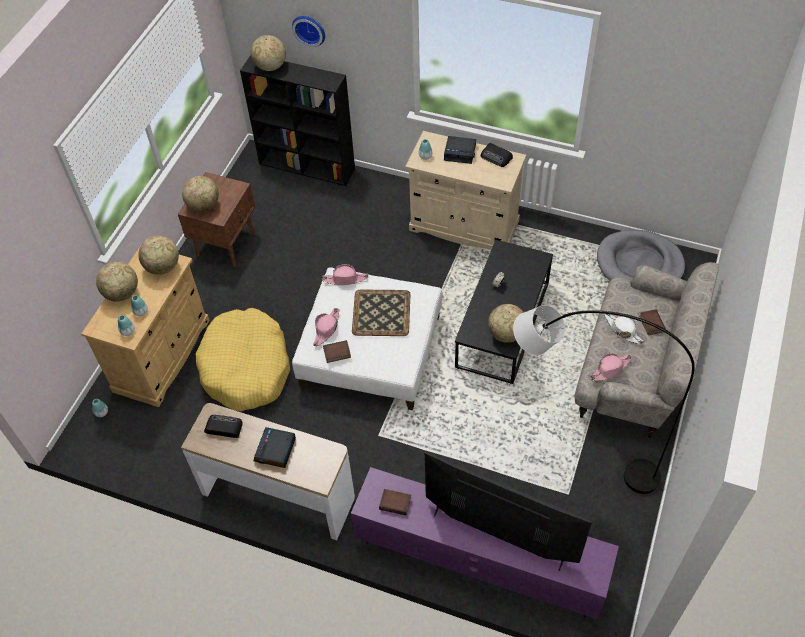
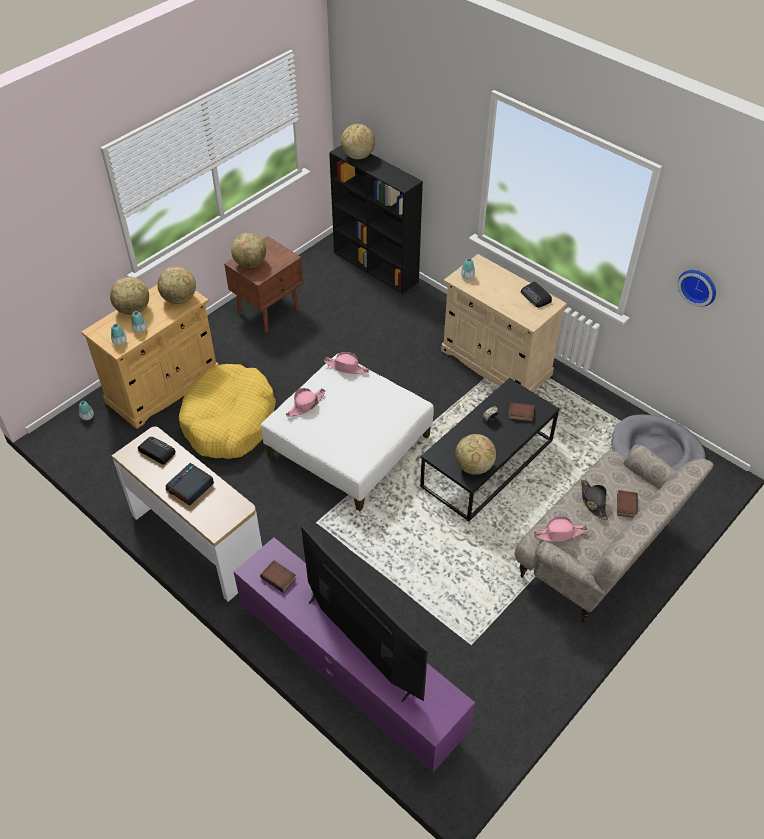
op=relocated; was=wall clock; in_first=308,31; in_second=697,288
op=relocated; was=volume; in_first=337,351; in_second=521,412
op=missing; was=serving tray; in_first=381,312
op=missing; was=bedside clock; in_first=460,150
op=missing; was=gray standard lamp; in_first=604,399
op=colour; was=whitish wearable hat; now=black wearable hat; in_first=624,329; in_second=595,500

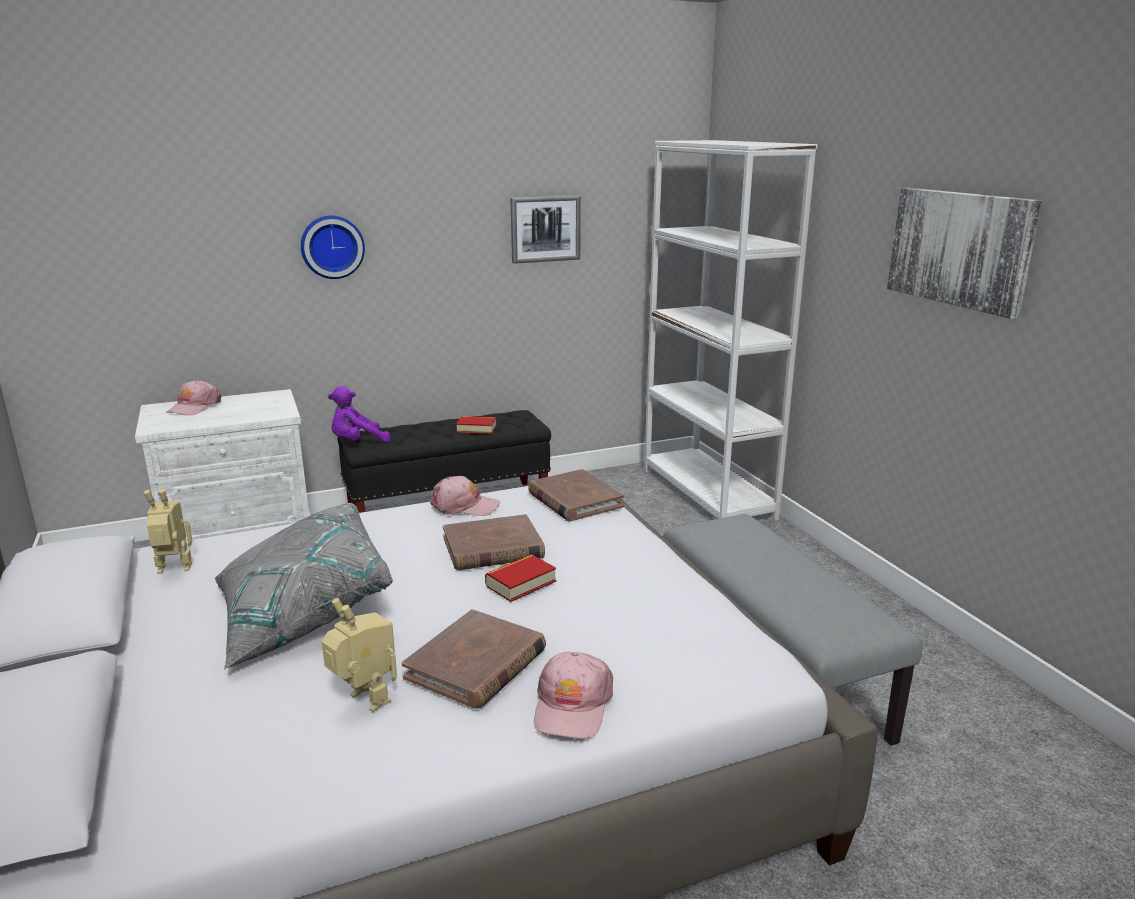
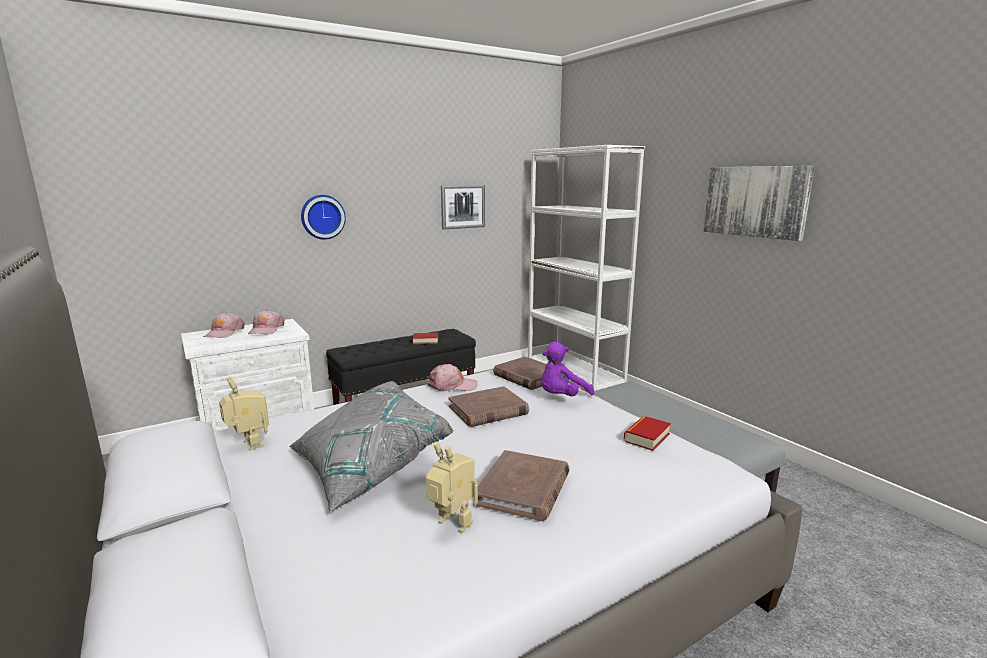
op=spun; was=robot figure; in_first=168,531; in_second=244,414; clockwise=75
op=relocated; was=purple soft toy; in_first=359,414; in_second=567,369
op=relocated; was=volume; in_first=520,578; in_second=647,433
op=relocated; was=pinkish cap; in_first=573,695; in_second=266,322

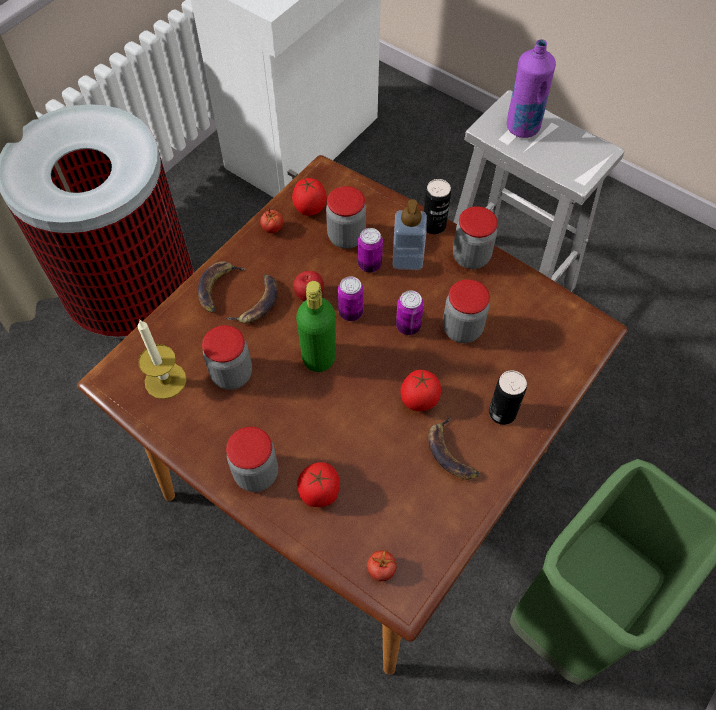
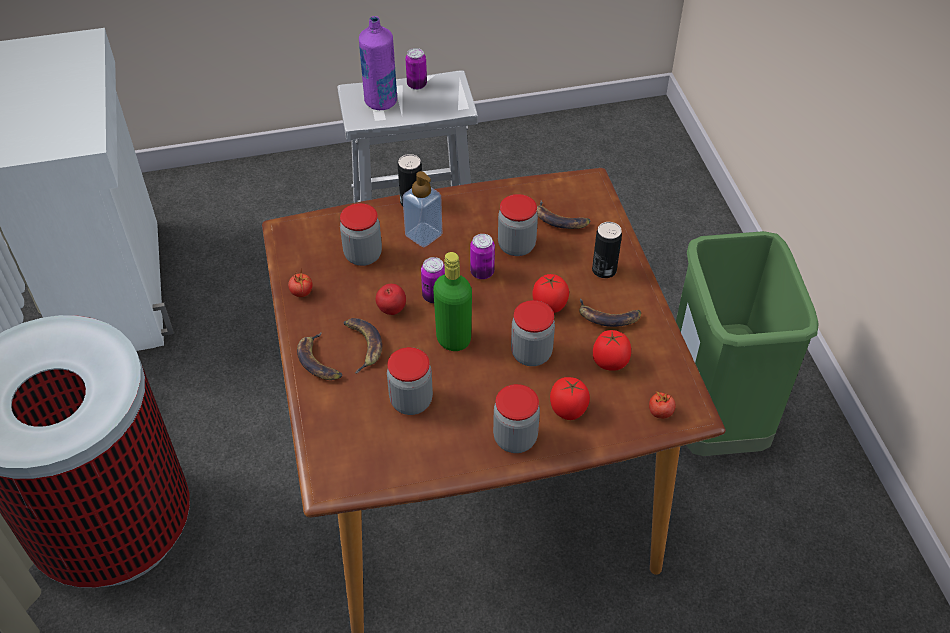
op=missing; was=wax light; in_first=162,359
op=relocated; was=fresh tomato; in_first=309,197; in_second=612,350
op=relocated; was=sealed can; in_first=370,250; in_second=416,69
op=relocated; was=jar; in_first=475,237; in_second=533,333
op=appeared; now=banana; in_second=563,214

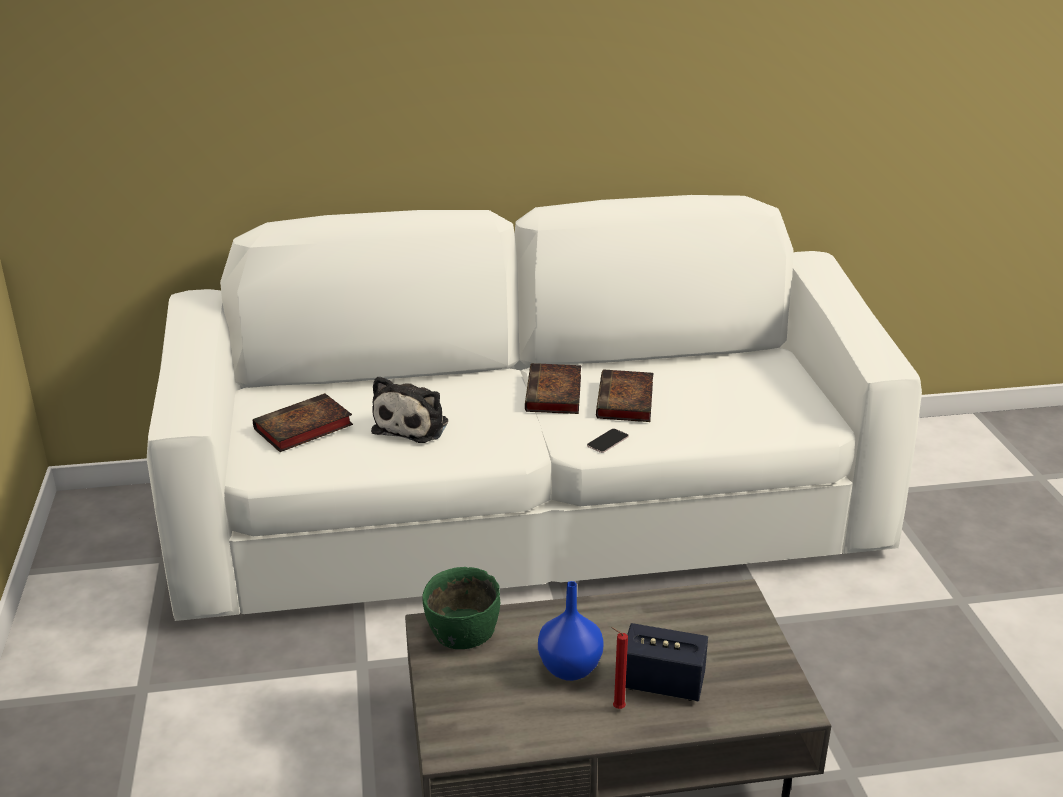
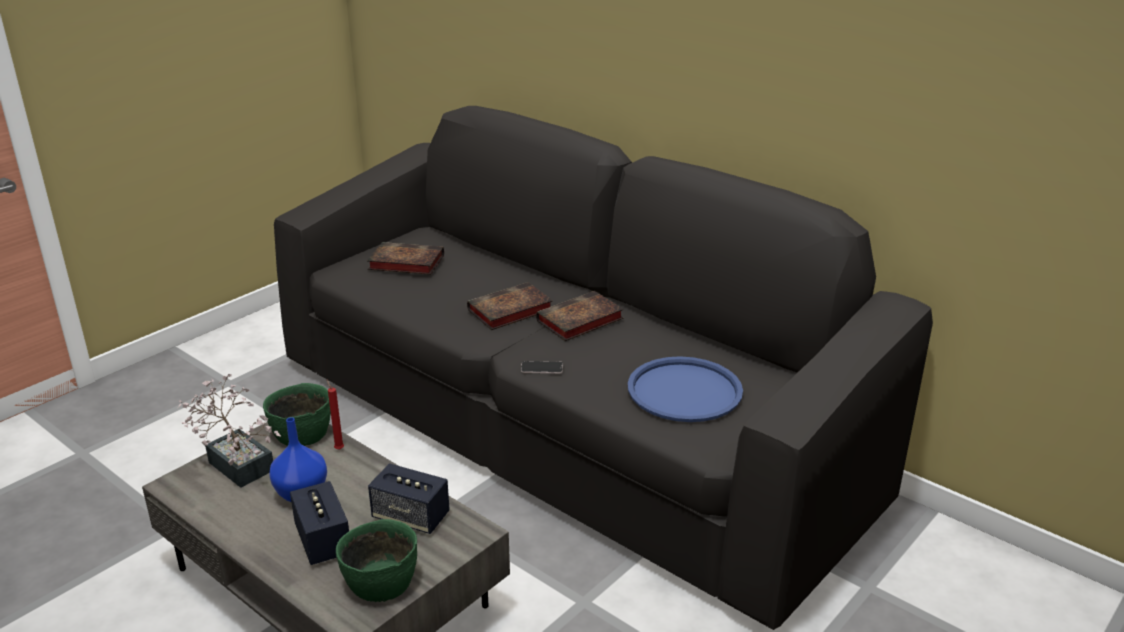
op=colour; was=whitish couch; now=black couch; in_first=534,408; in_second=603,368
op=missing; was=soft toy; in_first=409,409
op=relocated; was=volume; in_first=624,395; in_second=510,306
op=relocated; was=reddish wax light; in_first=619,668; in_second=335,414
op=appeared; now=potted plant; in_second=229,431
op=appeared; now=green bowl; in_second=376,560
op=appeared; now=audio speaker; in_second=409,498
op=appeared; now=bluish serving tray; in_second=685,389

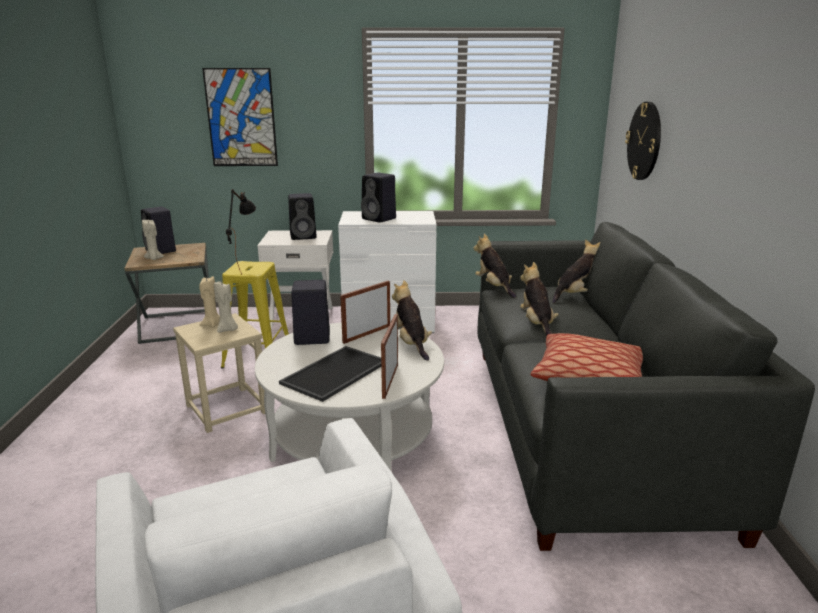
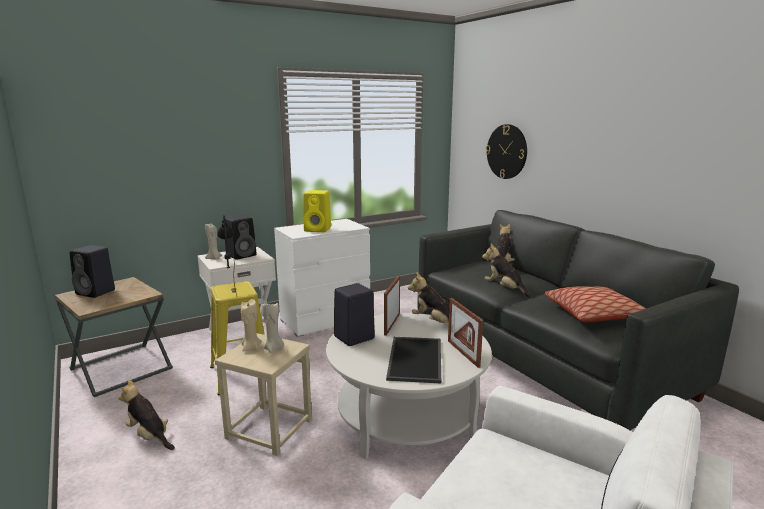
op=relocated; was=sand-coloured wax light; in_first=153,240; in_second=213,241
op=missing; was=wall picture; in_first=240,117
op=colour; was=black audio speaker; now=yellow audio speaker; in_first=378,198; in_second=317,211
op=relocated; was=soft toy; in_first=494,266; in_second=146,415

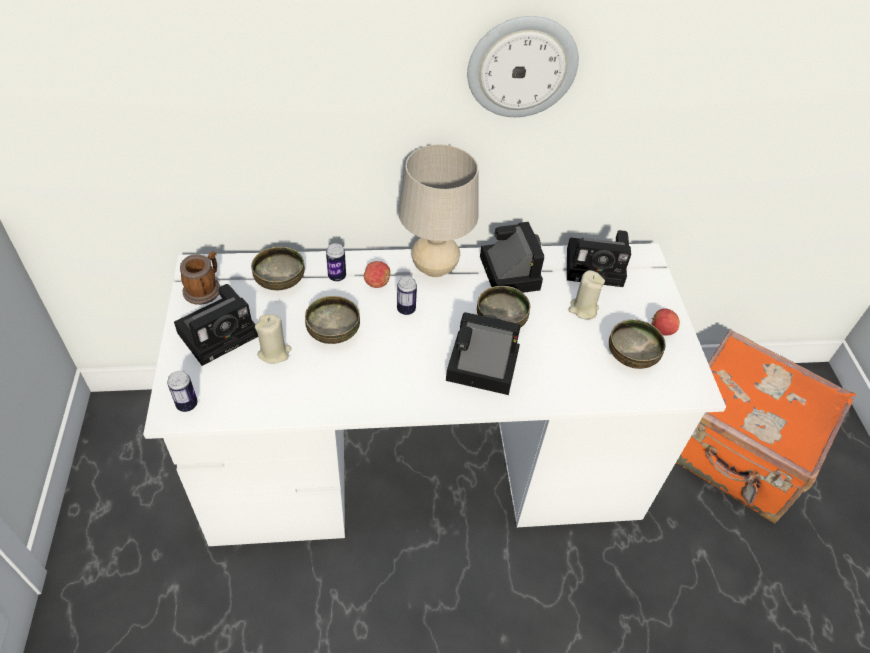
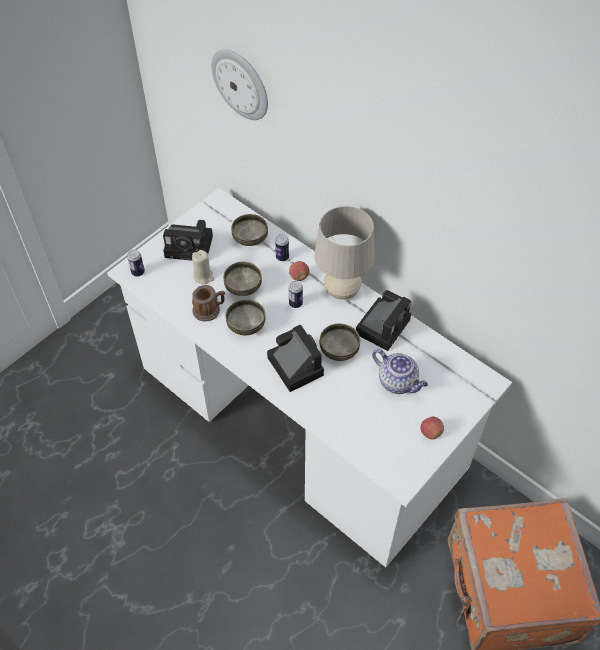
op=relocated; was=tea mug; in_first=200,278; in_second=208,303
op=relocated; was=wall clock; in_first=523,66; in_second=239,84
op=missing; was=photo camera; in_first=599,258
op=exchanged; was=sand-coloured wax light; now=teapot; in_first=586,294; in_second=400,371
op=relocated; was=bowl; in_first=637,344; in_second=246,317

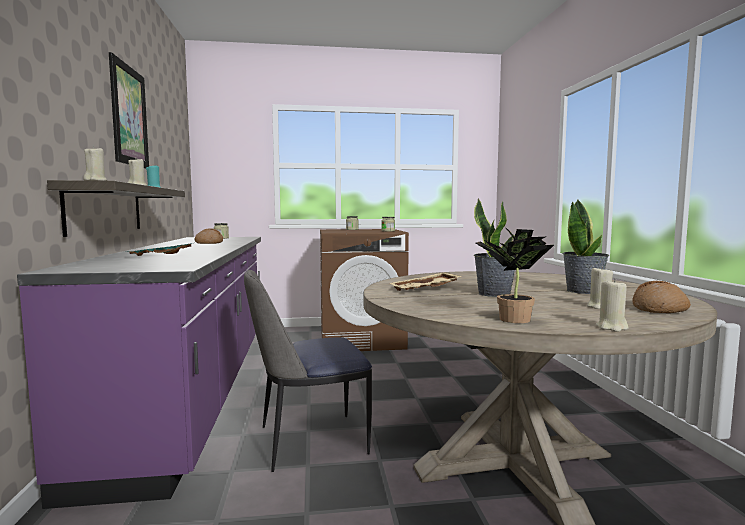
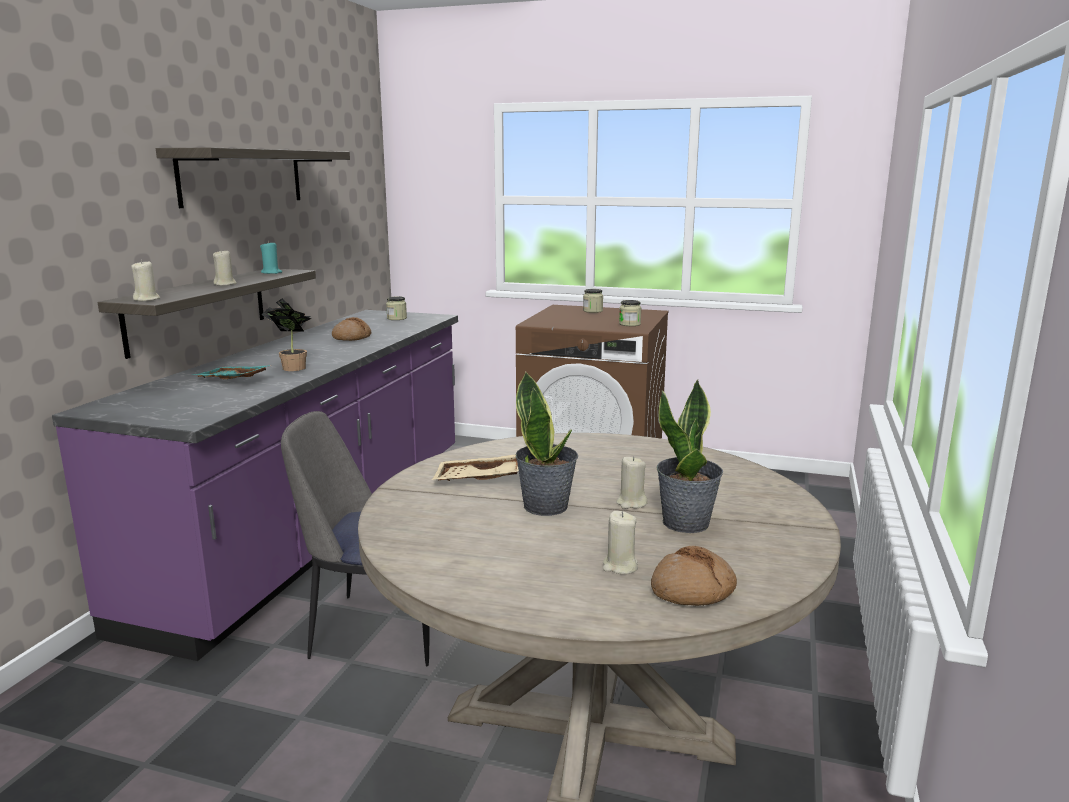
op=exchanged; was=wall picture; now=bracket shelf; in_first=129,110; in_second=253,177
op=relocated; was=potted plant; in_first=515,275; in_second=286,334
op=relocated; was=sand-coloured wax light; in_first=612,305; in_second=632,482

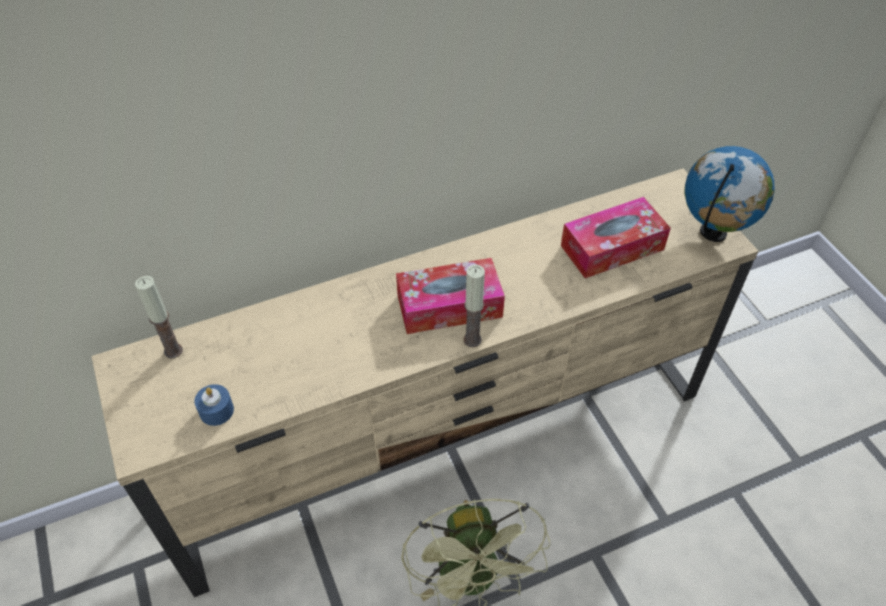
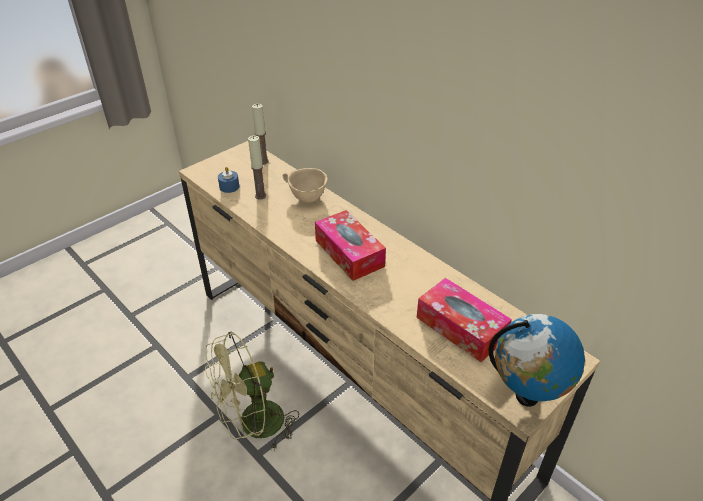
op=relocated; was=wax light; in_first=474,305; in_second=257,168
op=appeared; now=sand-coloured bowl; in_second=305,185

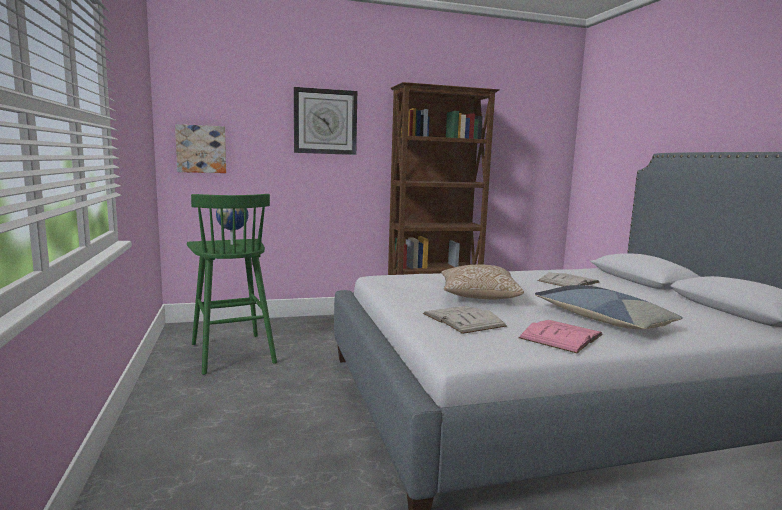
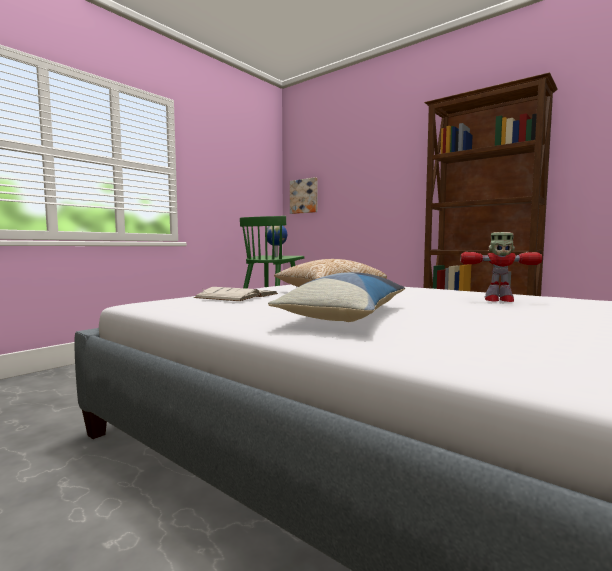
op=missing; was=wall clock; in_first=325,121
op=missing; was=pinkish volume; in_first=560,336
op=exchanged; was=whitish volume; now=robot figure; in_first=568,279; in_second=501,267

